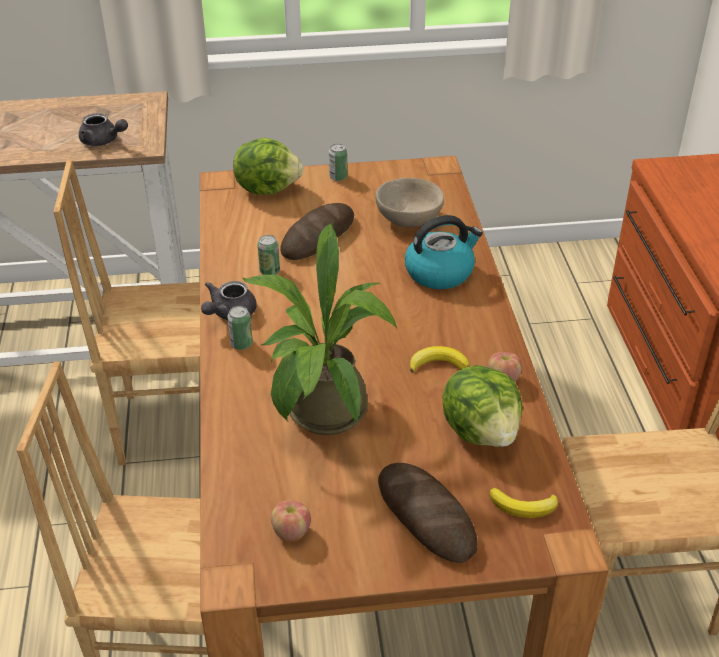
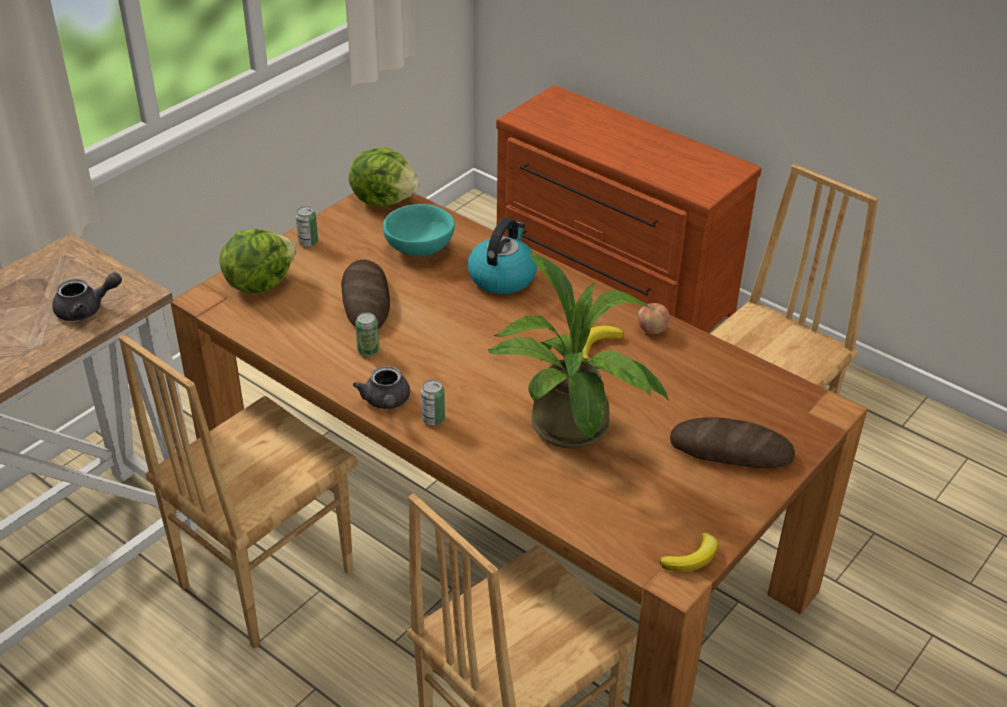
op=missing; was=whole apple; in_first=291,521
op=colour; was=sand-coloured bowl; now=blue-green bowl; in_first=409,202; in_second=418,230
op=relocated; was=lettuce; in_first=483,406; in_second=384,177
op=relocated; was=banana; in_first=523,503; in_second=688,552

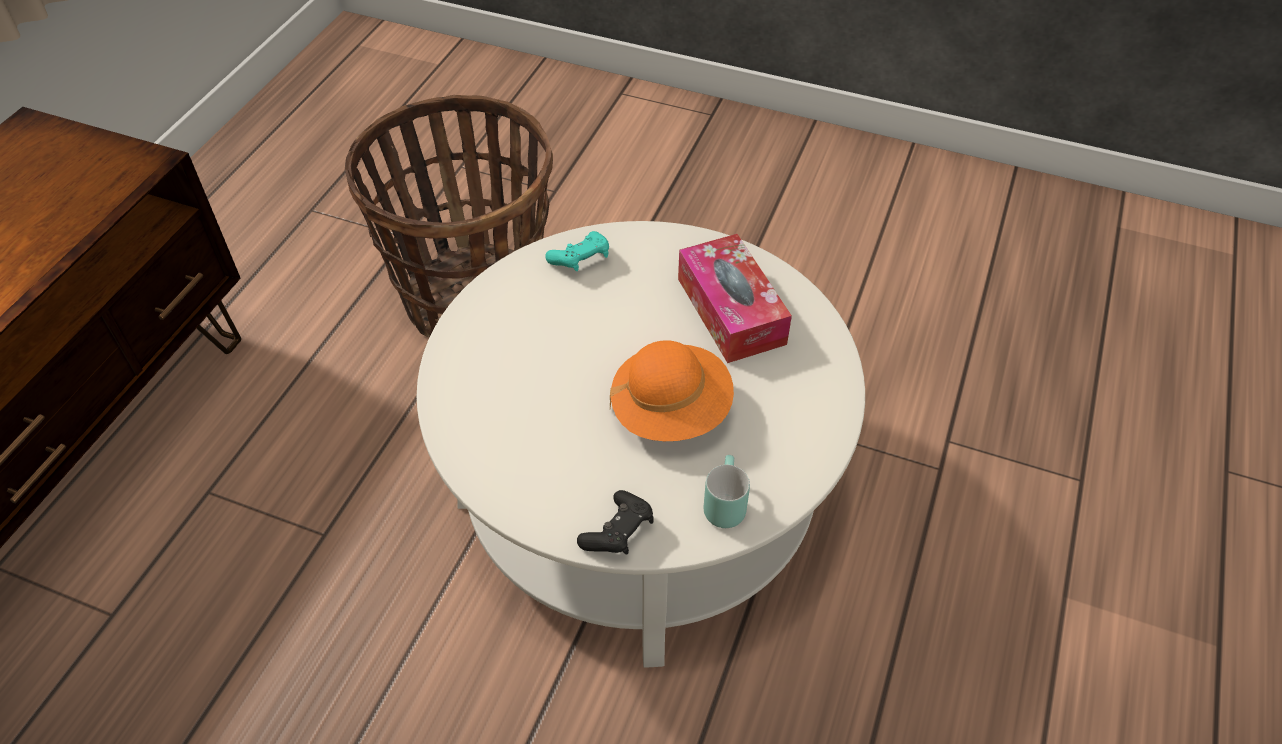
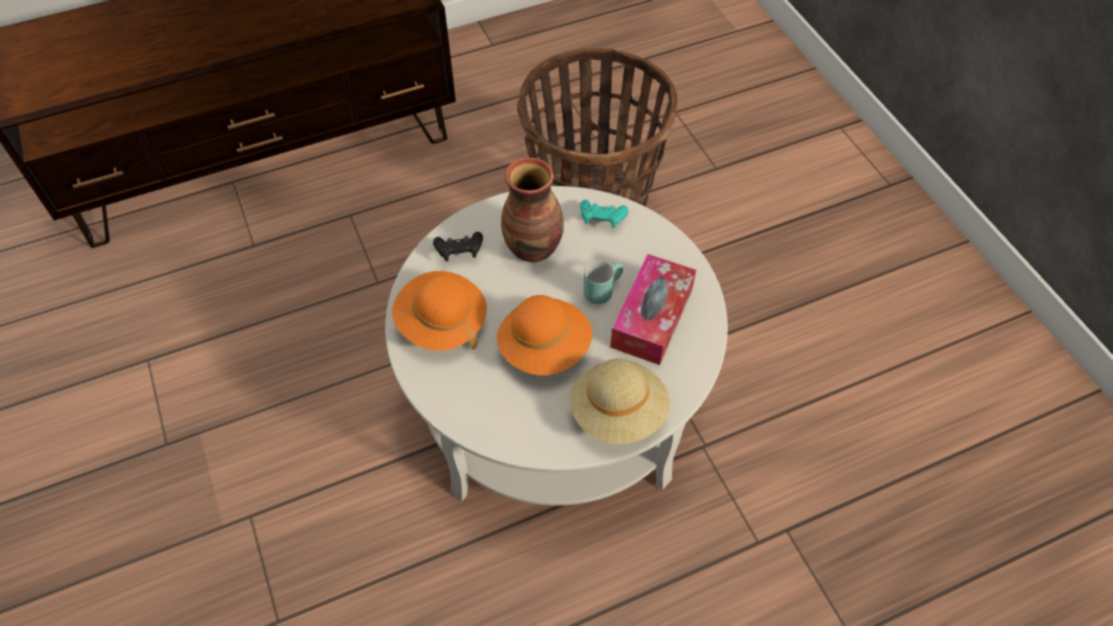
op=relocated; was=black game controller; in_first=615,522; in_second=458,246
op=relocated; was=blue-green tea mug; in_first=727,491; in_second=603,282
op=appeared; now=orange-coloured wearable hat; in_second=439,311
op=appeared; now=decorative vase; in_second=532,210
op=appeared; now=sand-coloured wearable hat; in_second=620,401

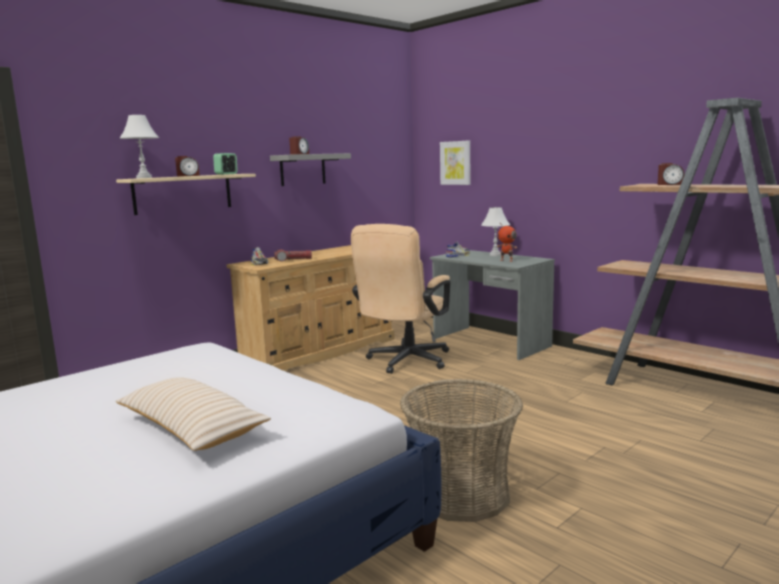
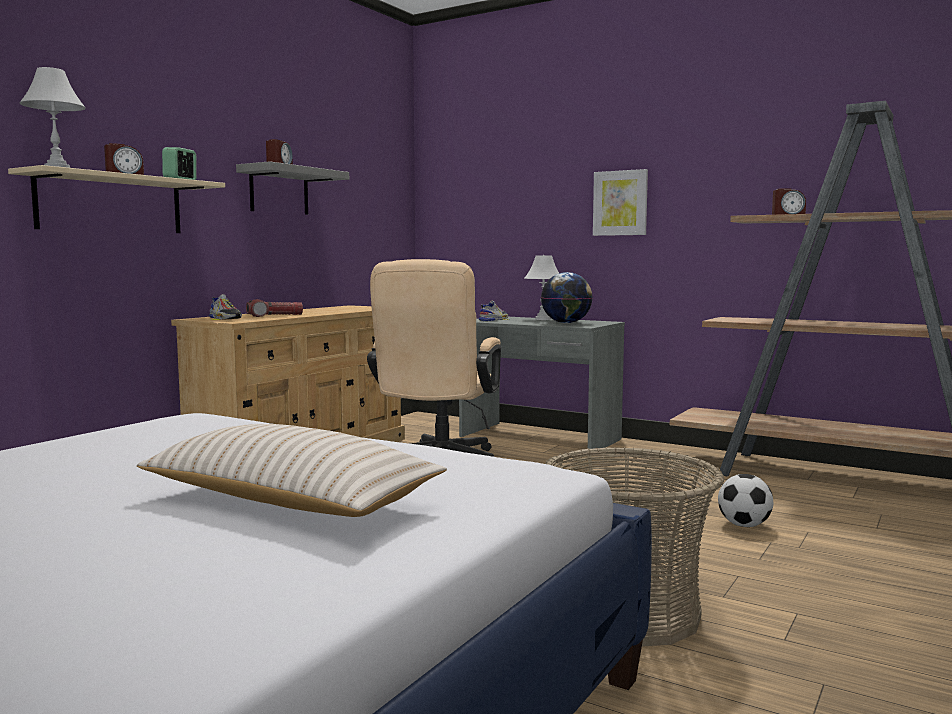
op=relocated; was=wall picture; in_first=455,162; in_second=620,202
op=exchanged; was=robot figure; now=desk globe; in_first=507,242; in_second=567,297
op=appeared; now=ball for football; in_second=745,500

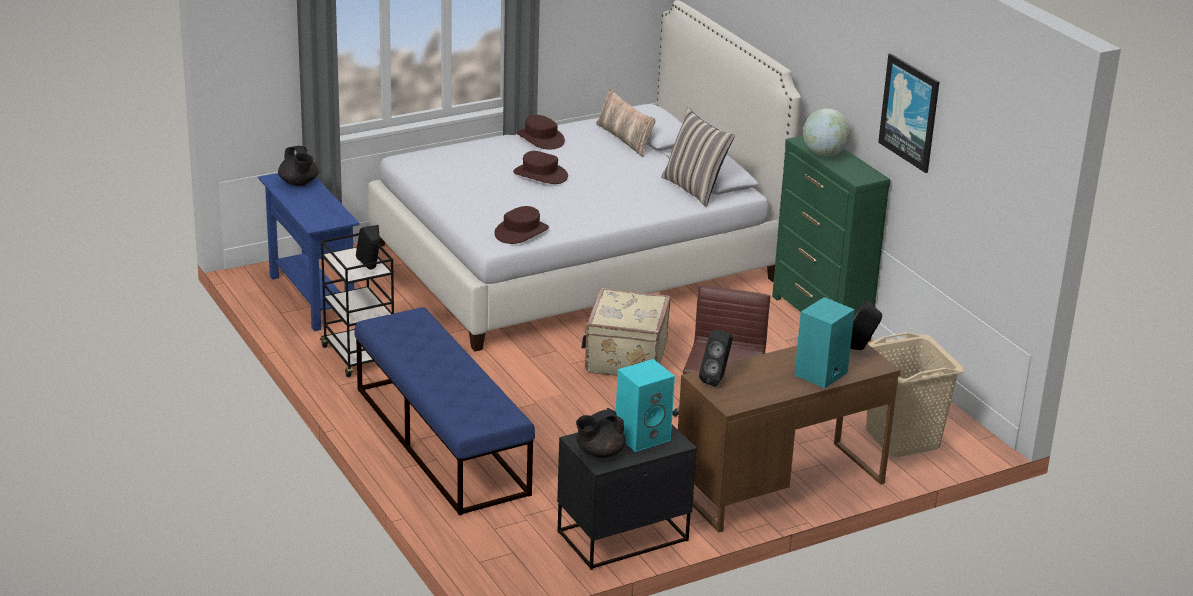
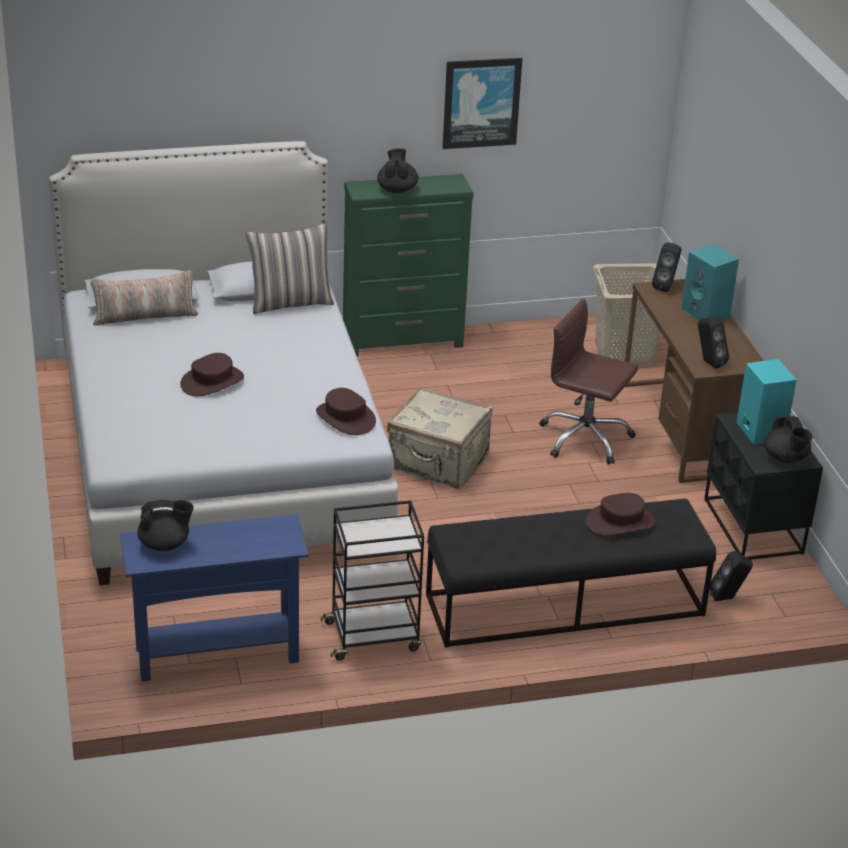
op=colour; was=bluish bench; now=black bench; in_first=444,411; in_second=571,573
op=relocated; was=black audio speaker; in_first=368,247; in_second=731,576
op=relocated; was=brownish wearable hat; in_first=541,132; in_second=621,514
op=exchanged; was=desk globe; now=black teapot; in_first=827,132; in_second=397,171

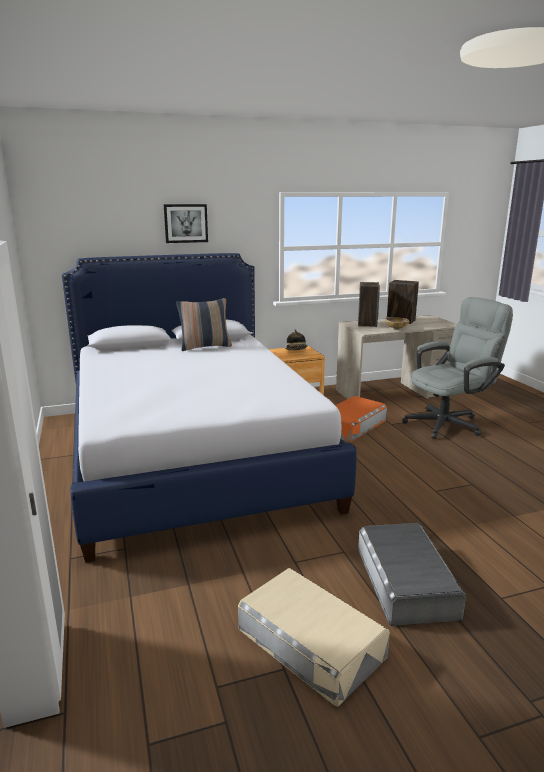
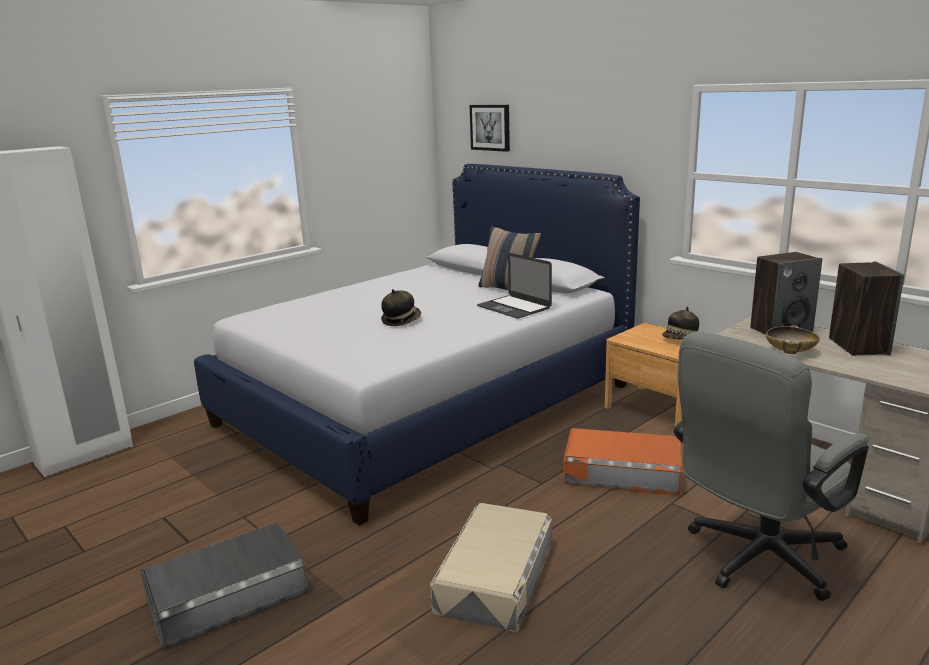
op=relocated; was=wall picture; in_first=186,223; in_second=490,128
op=relocated; was=sand-coloured storage bin; in_first=314,637; in_second=491,567
op=spun; was=gray computer chair; in_first=457,368; in_second=771,466; clockwise=105
op=appeared; now=wearable hat; in_second=401,307
op=appeared; now=portable computer; in_second=514,285

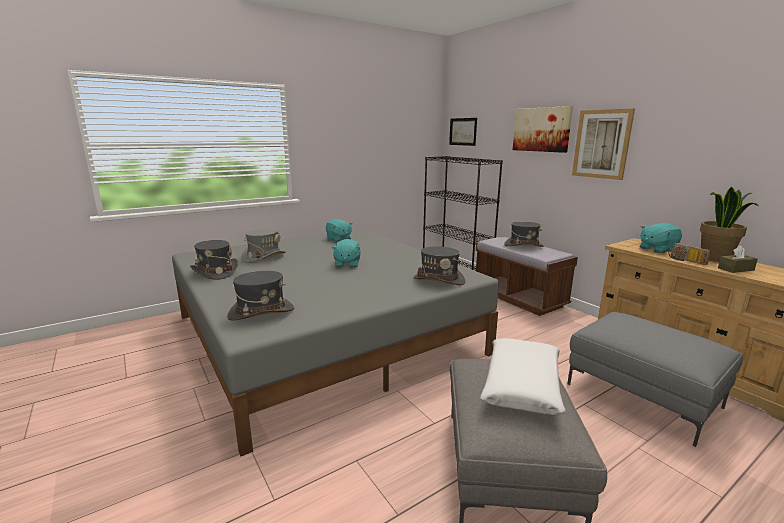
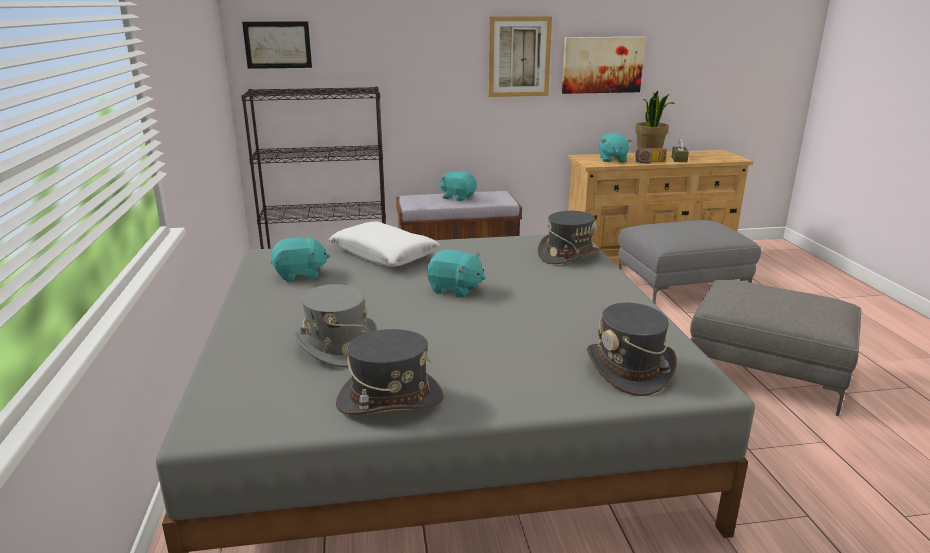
op=relocated; was=whitish pillow; in_first=523,376; in_second=384,244
op=exchanged; was=gray wearable hat; now=blue-green soft toy; in_first=524,234; in_second=458,186
op=relocated; was=wall picture; in_first=543,129; in_second=603,65

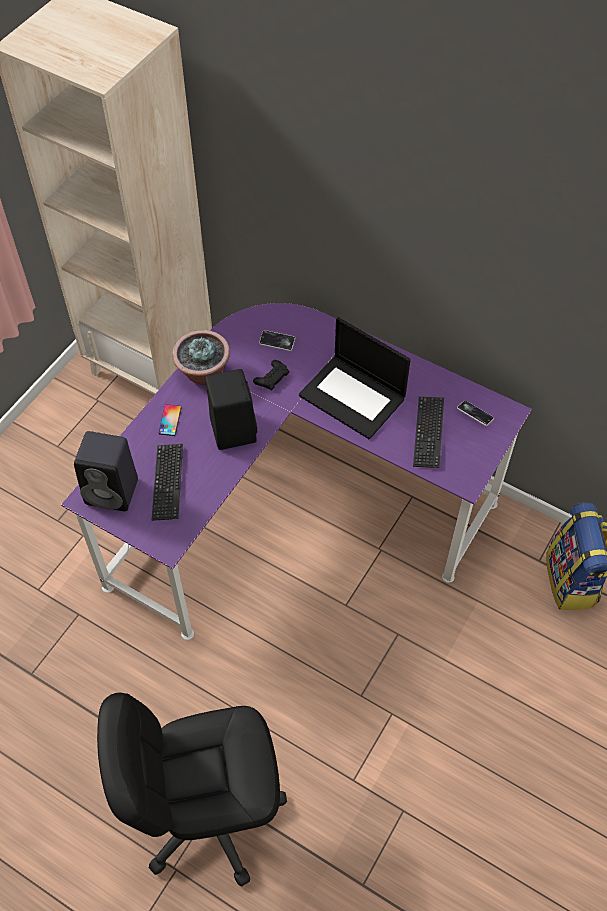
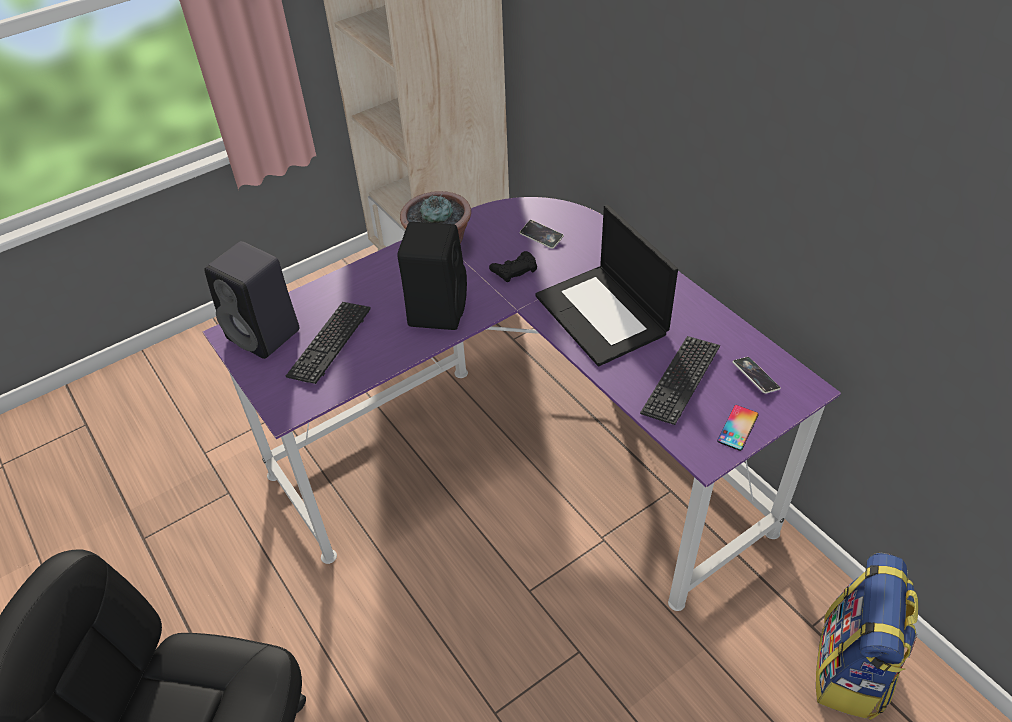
op=relocated; was=phone; in_first=170,420; in_second=738,428

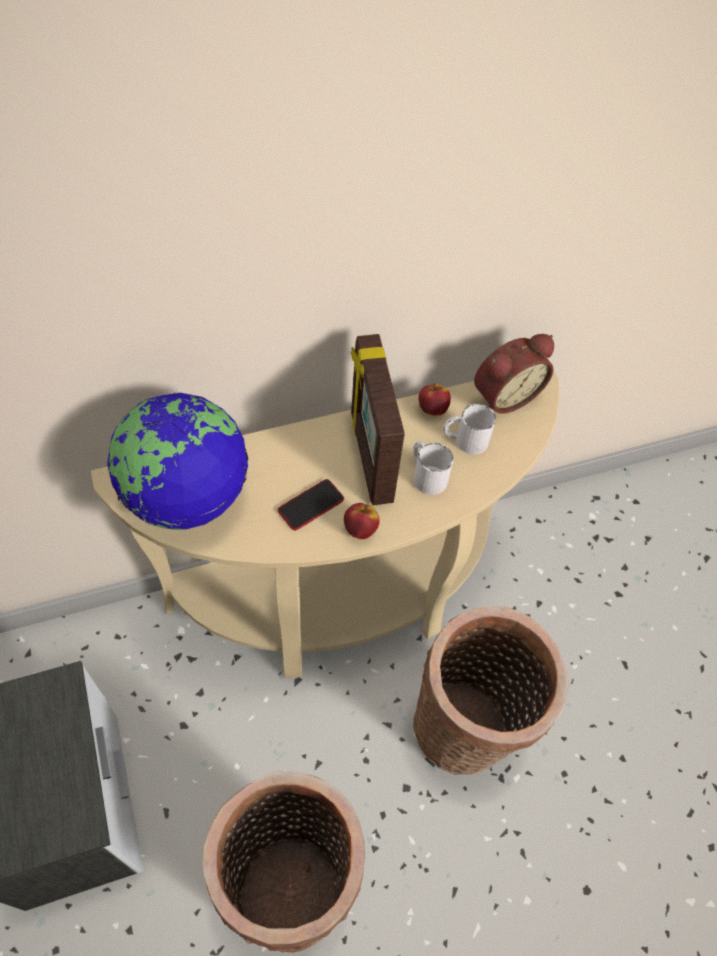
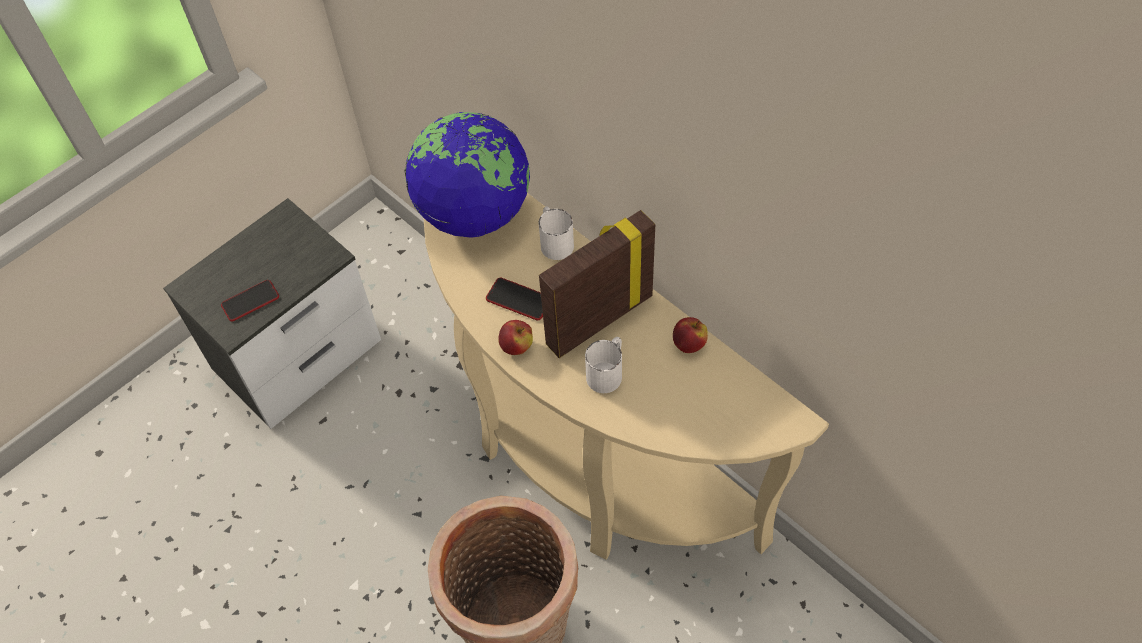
op=missing; was=basket; in_first=283,862
op=relocated; was=whitish tea mug; in_first=470,429; in_second=556,233
op=missing; was=bedside clock; in_first=514,374
op=appeared; now=phone; in_second=250,300

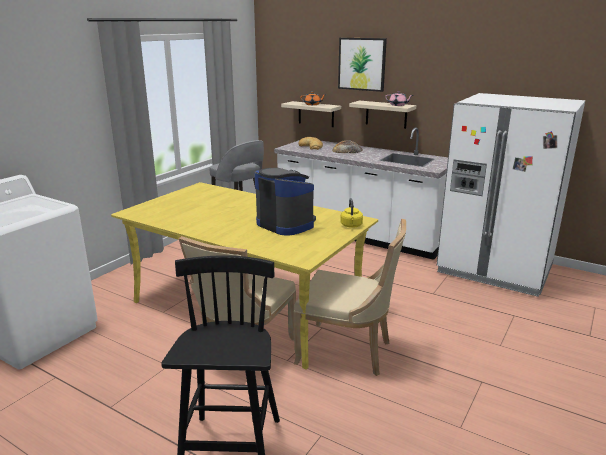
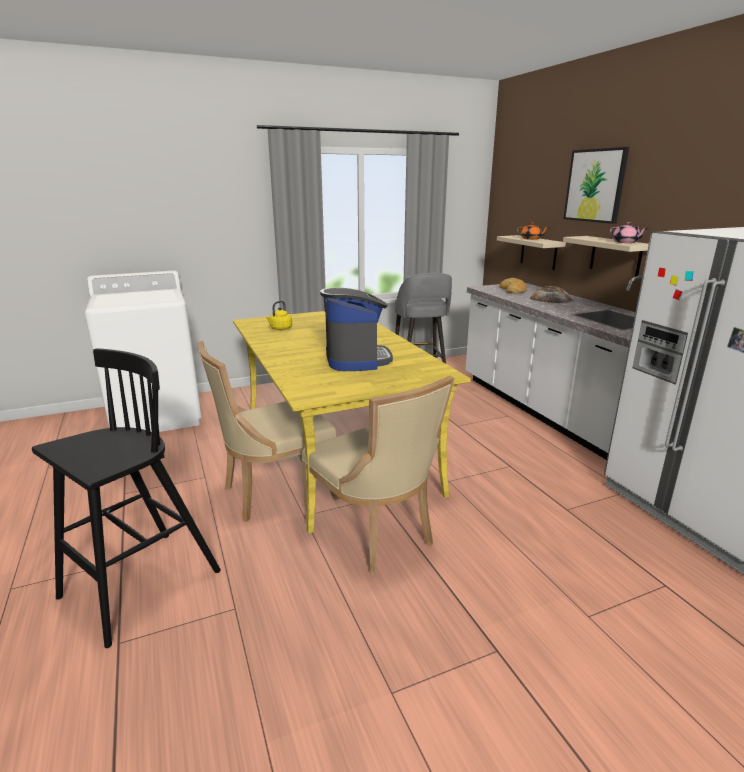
op=relocated; was=yellow water kettle; in_first=351,213; in_second=279,315

